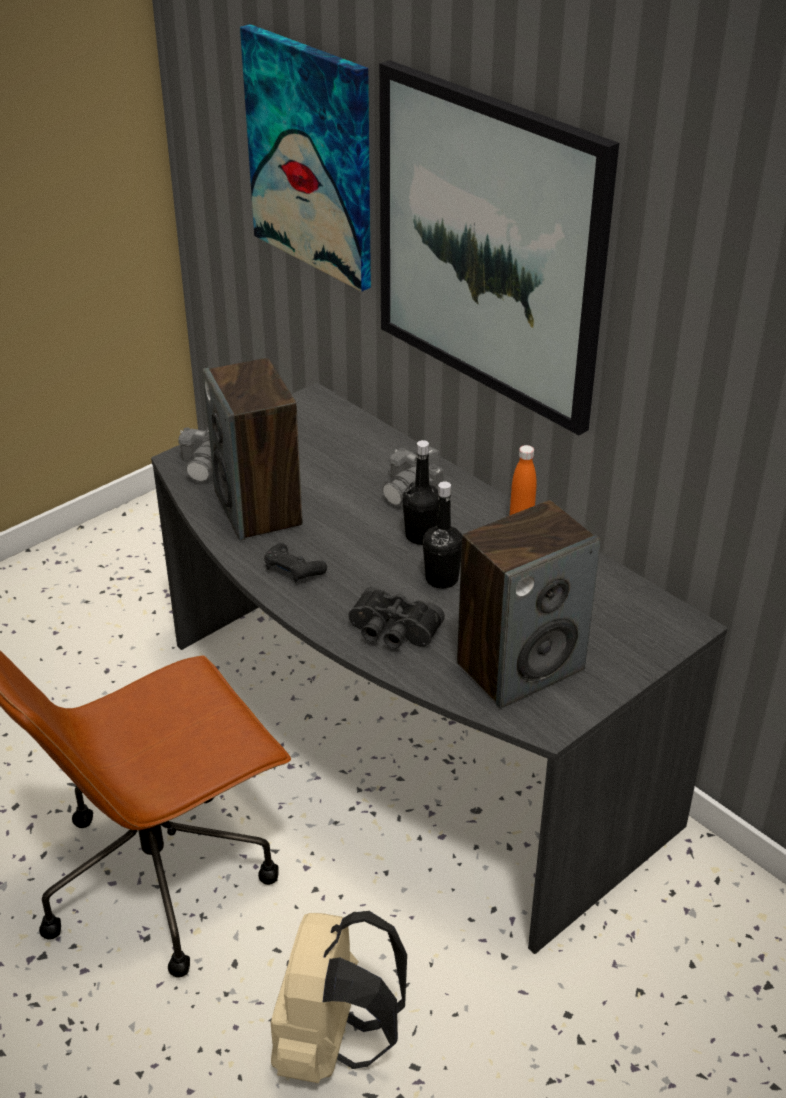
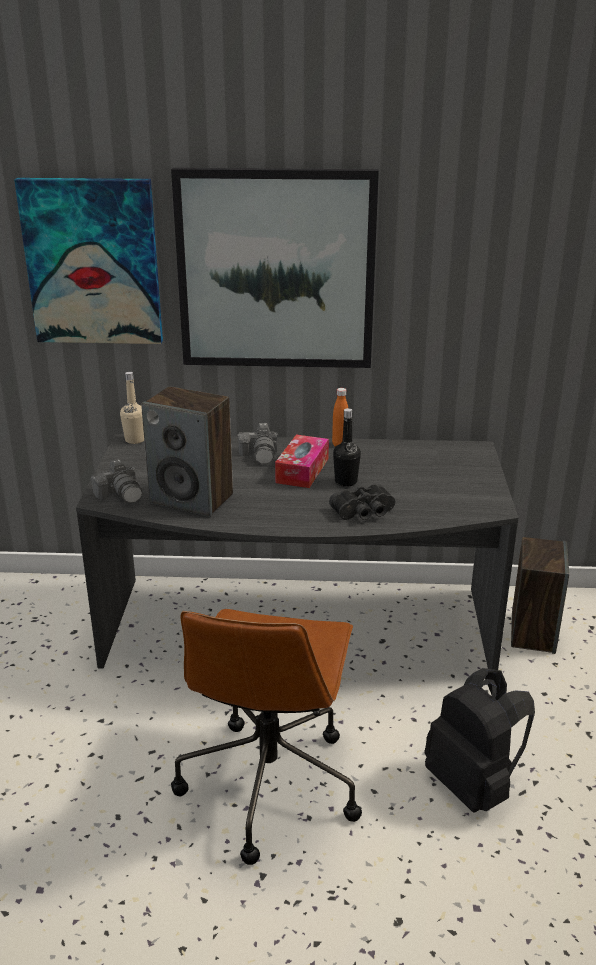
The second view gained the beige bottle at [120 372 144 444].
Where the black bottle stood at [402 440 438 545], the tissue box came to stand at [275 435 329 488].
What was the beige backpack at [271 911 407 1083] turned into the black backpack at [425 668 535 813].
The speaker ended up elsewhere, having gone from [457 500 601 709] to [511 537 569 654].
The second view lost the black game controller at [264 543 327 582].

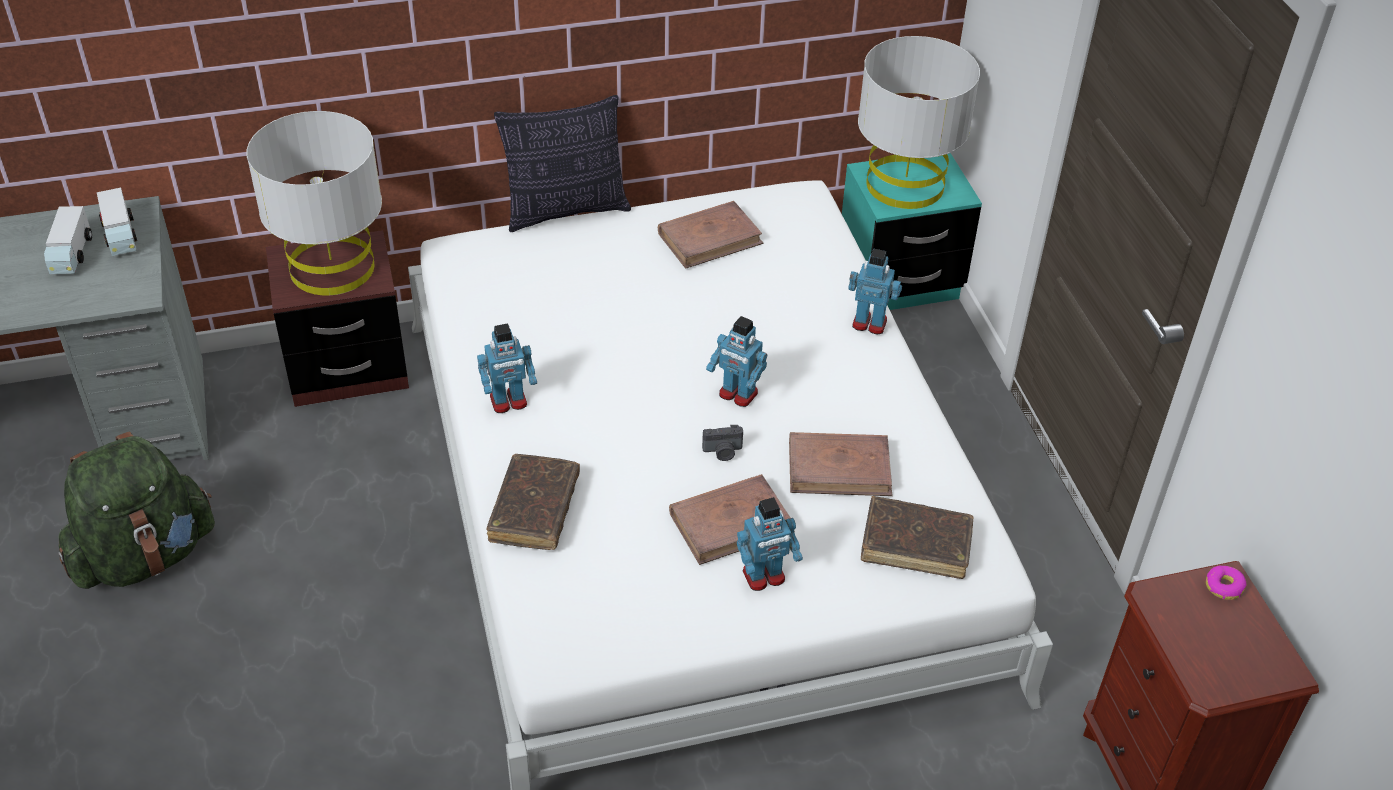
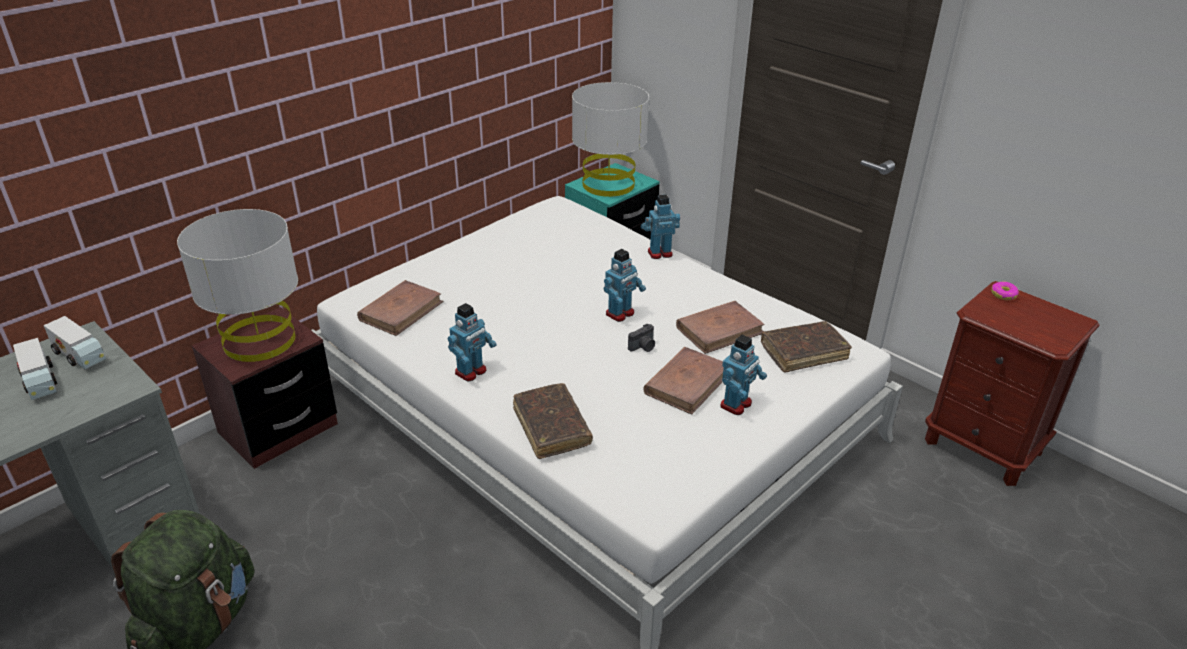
The brown book ended up elsewhere, having gone from [658 201 763 269] to [357 280 443 336].
The toy robot at [706 316 767 407] ended up facing another way, 45 degrees counterclockwise from before.
The second view lost the pillow at [494 95 631 232].

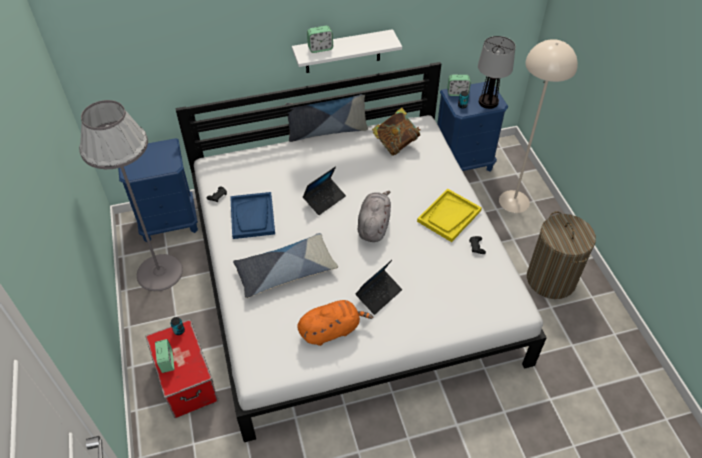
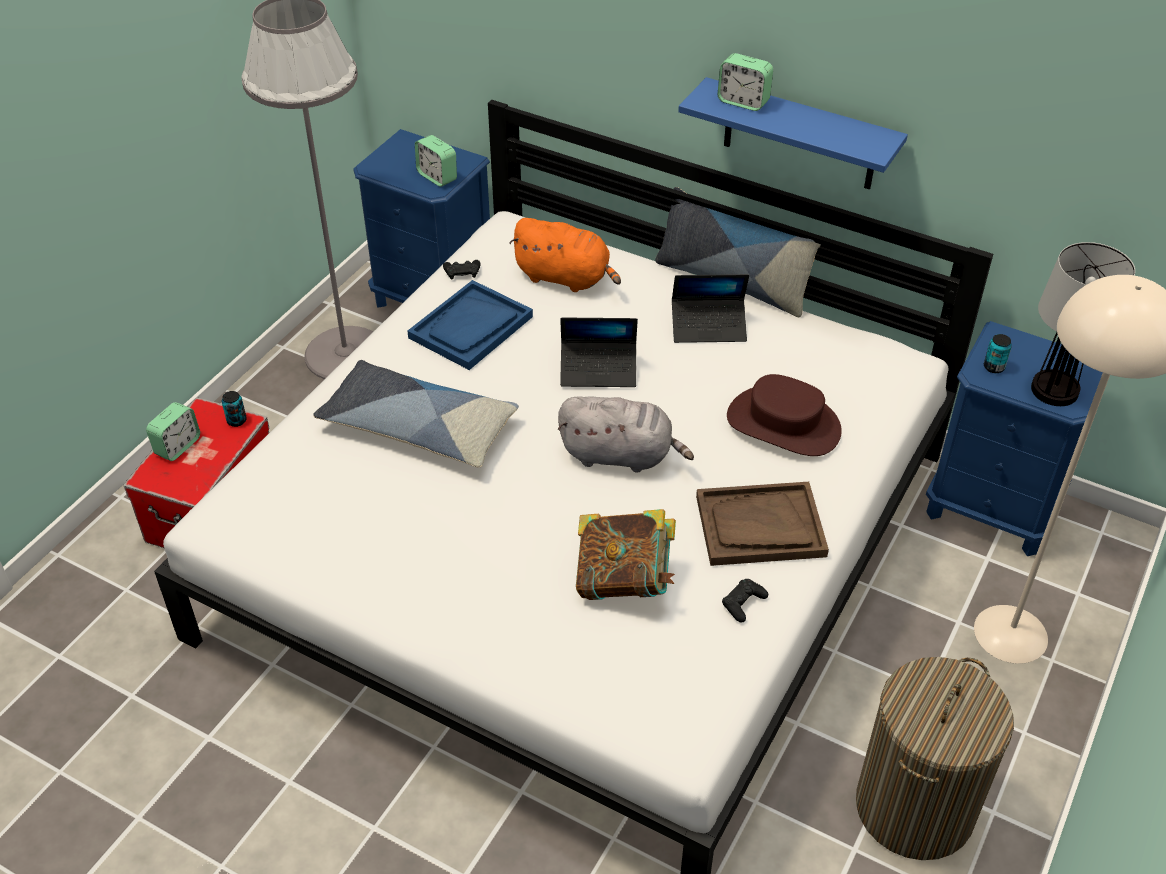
The alarm clock ended up elsewhere, having gone from [447 75 471 96] to [415 135 457 187].
The orange plush toy ended up elsewhere, having gone from [297 300 373 346] to [509 218 621 292].
The grey plush toy at [358 191 391 242] ended up facing another way, 45 degrees clockwise from before.
The book ended up elsewhere, having gone from [372 108 421 156] to [576 509 676 600].
The laptop ended up elsewhere, having gone from [355 260 402 315] to [672 274 749 343].
What was the white shelf at [292 29 402 73] turned into the blue shelf at [678 77 908 190].
What was the yellow tray at [417 189 482 242] turned into the brown tray at [696 482 829 566].
The second view gained the brown hat at [727 374 842 456].

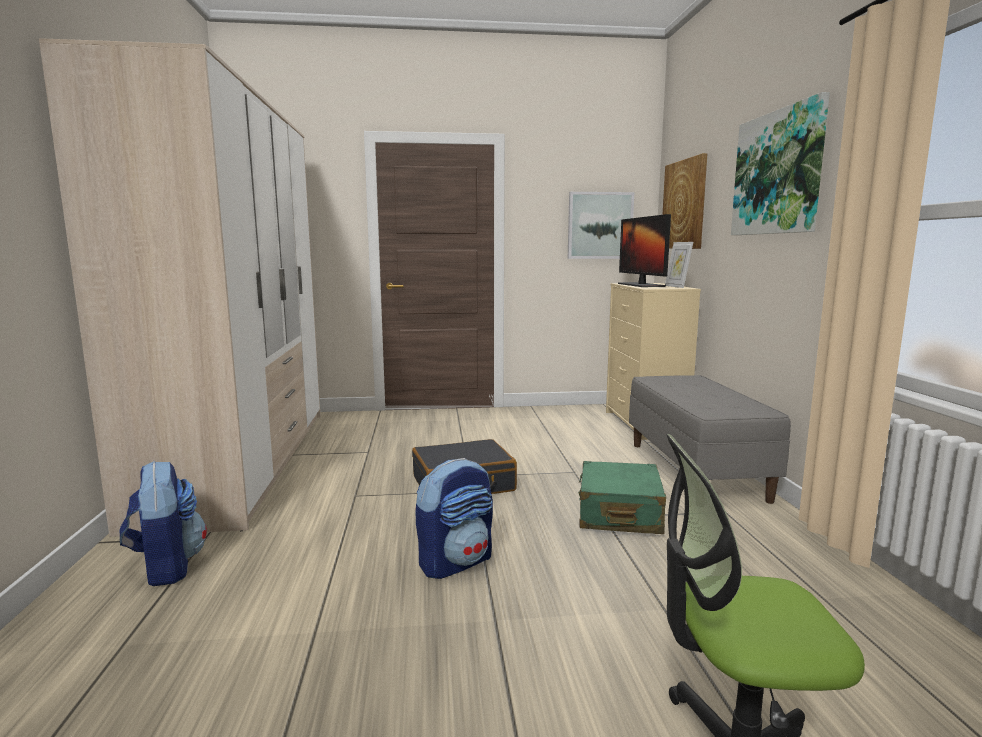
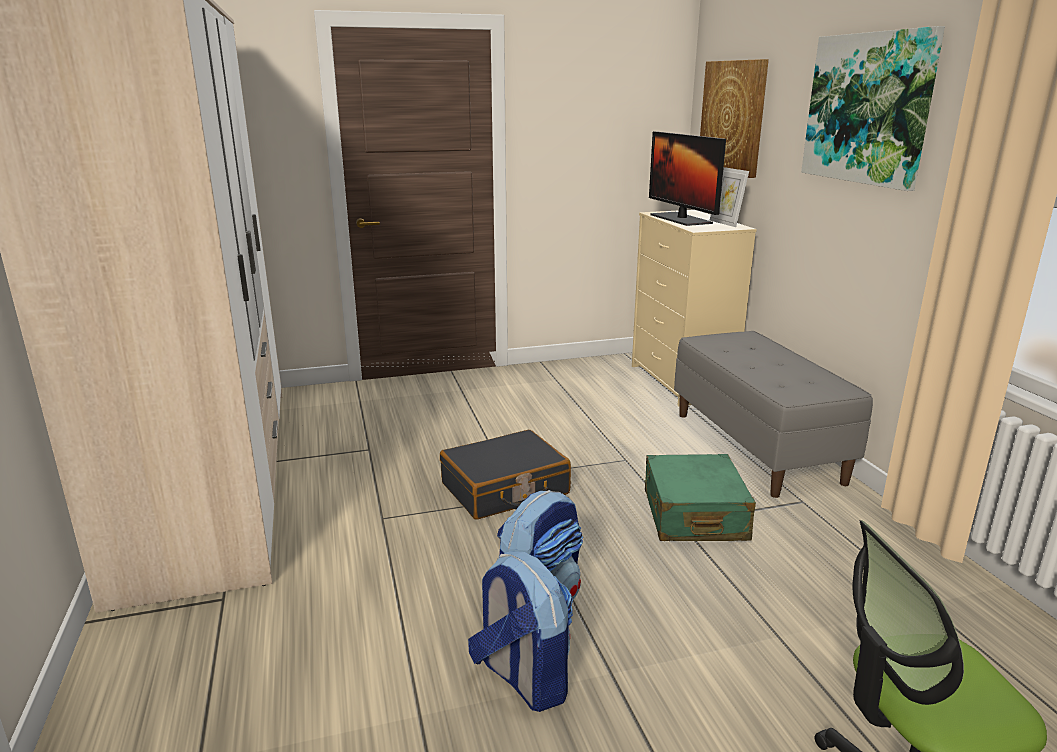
The backpack ended up elsewhere, having gone from [120 461 207 586] to [468 551 573 712].
The second view lost the picture at [568 192 634 259].

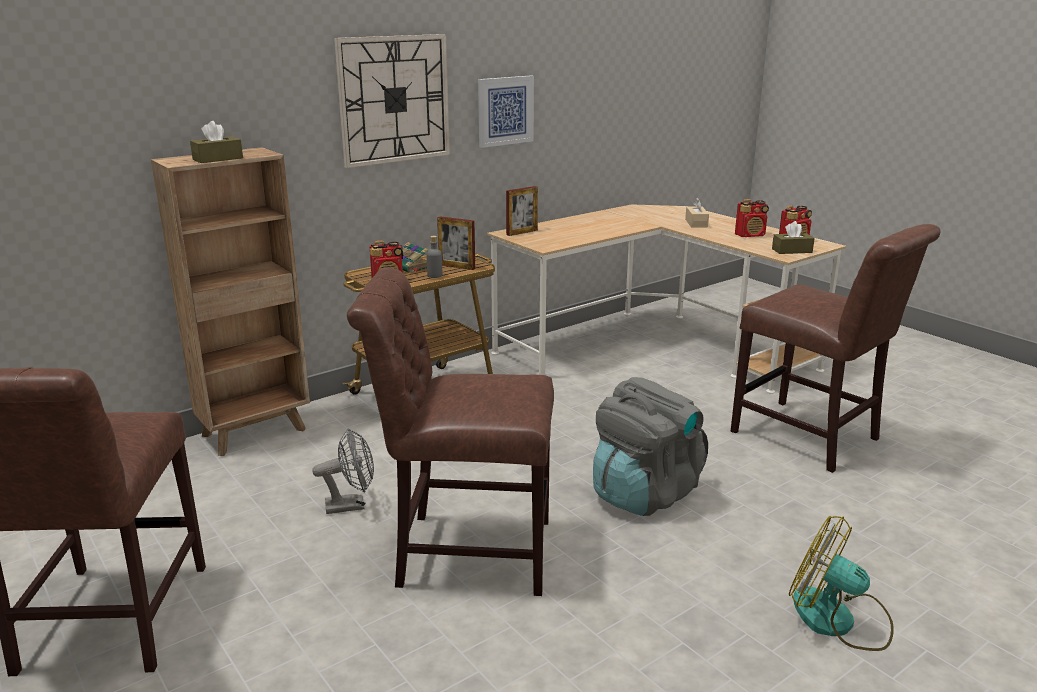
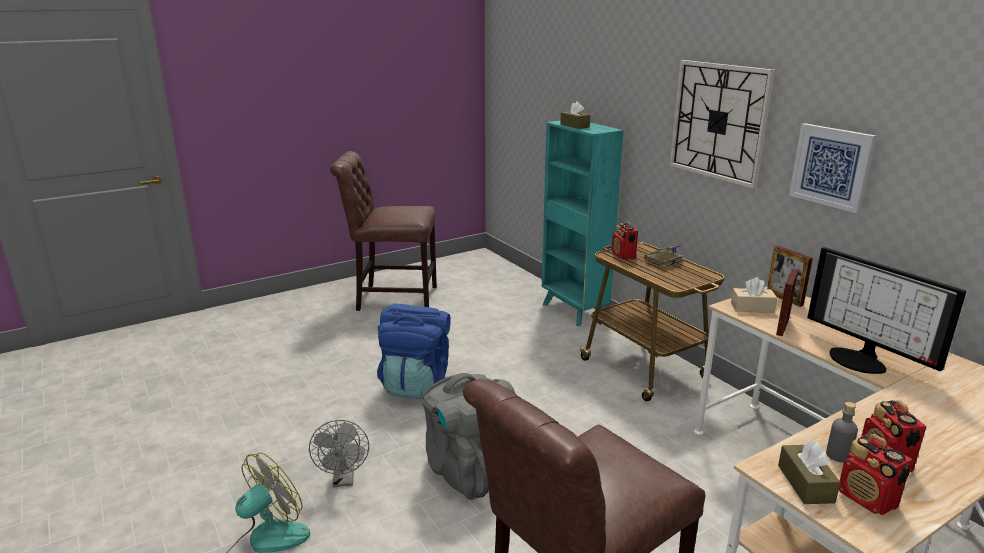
The grey fan ended up elsewhere, having gone from [312 428 374 514] to [309 420 369 487].
Where the brown chair stood at [347 267 554 596], the blue backpack came to stand at [377 304 451 399].
What was the brown bookcase at [151 147 310 456] turned into the turquoise bookcase at [542 121 624 326].
The beige tissue box ended up elsewhere, having gone from [685 197 709 228] to [731 277 777 313].
The picture frame ended up elsewhere, having gone from [437 216 475 270] to [776 269 798 336].
The second view gained the monitor at [807 247 966 374].
The grey bottle ended up elsewhere, having gone from [426 236 442 278] to [826 402 858 463].

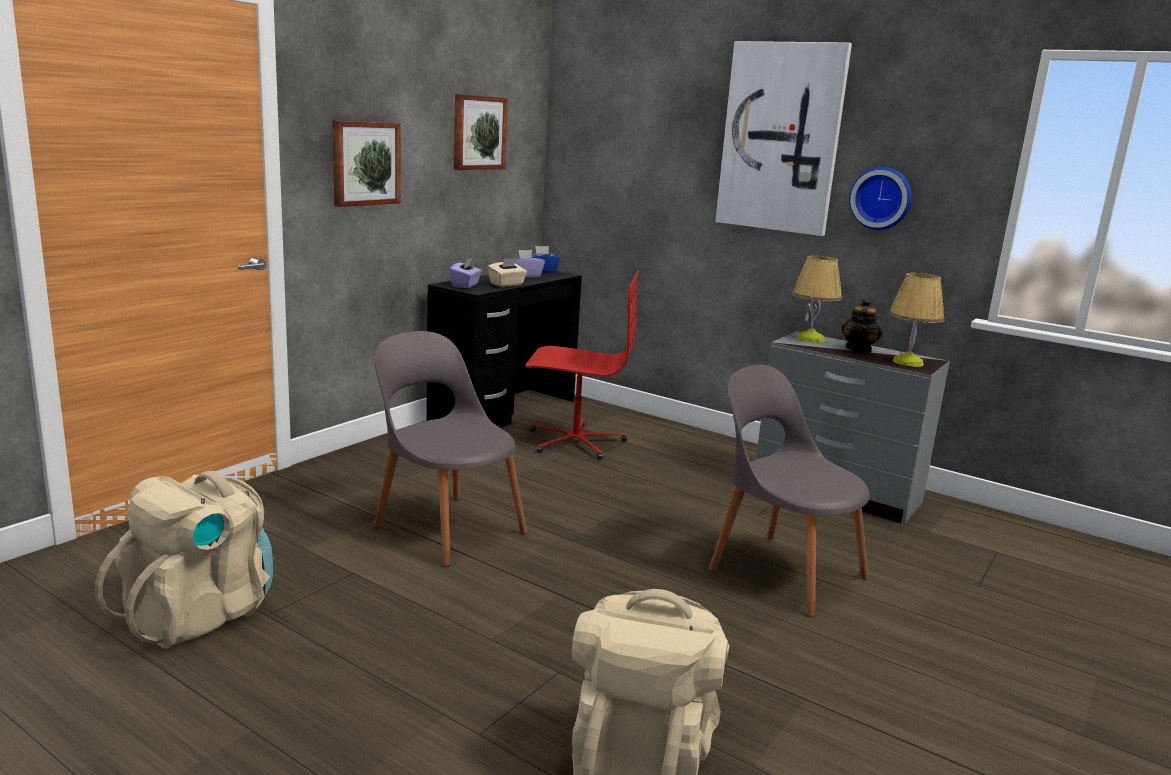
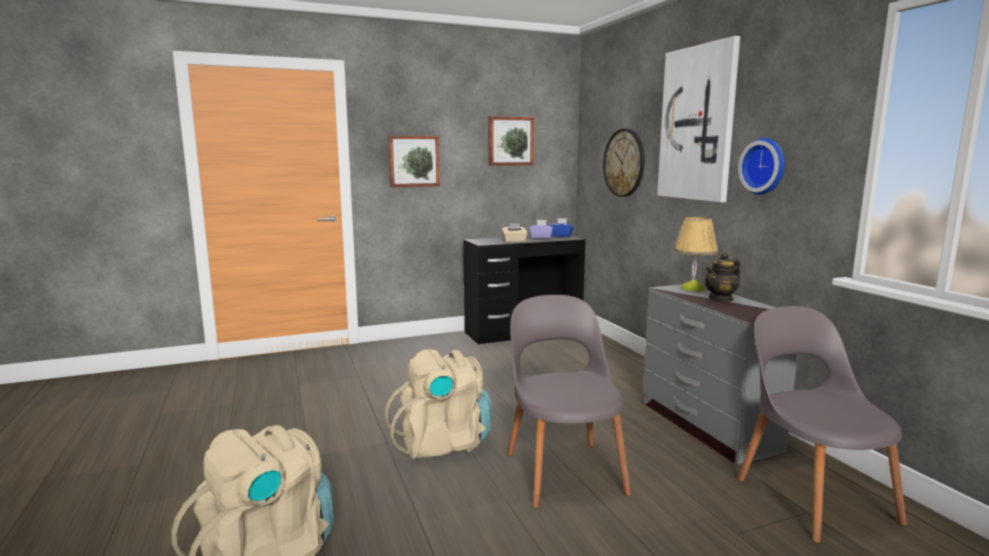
The beige backpack ended up elsewhere, having gone from [95 471 273 649] to [385 349 492 460].
The second view gained the wall clock at [603 129 645 197].
The grey chair ended up elsewhere, having gone from [374 331 527 567] to [737 306 907 543].
The second view lost the purple tissue box at [450 257 482 288].
The second view lost the red office chair at [525 270 639 460].
The second view lost the table lamp at [889 273 944 367].

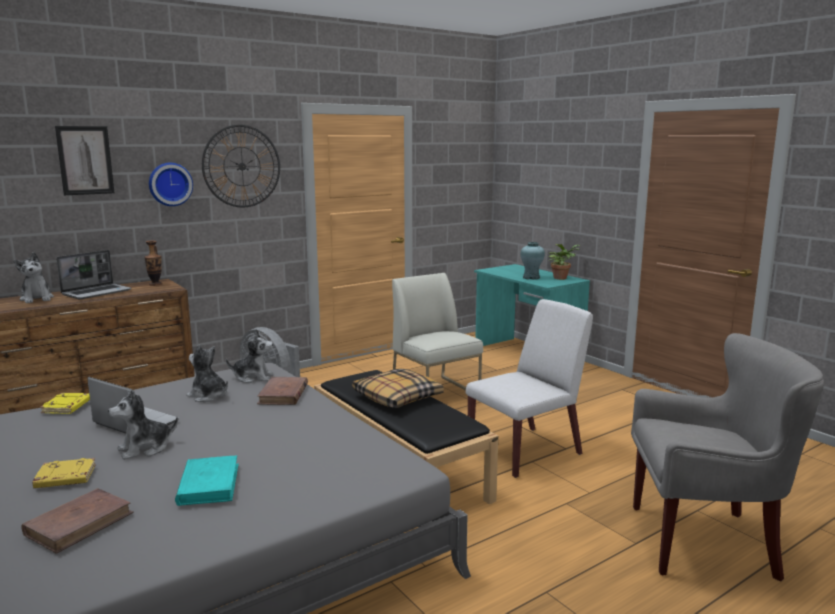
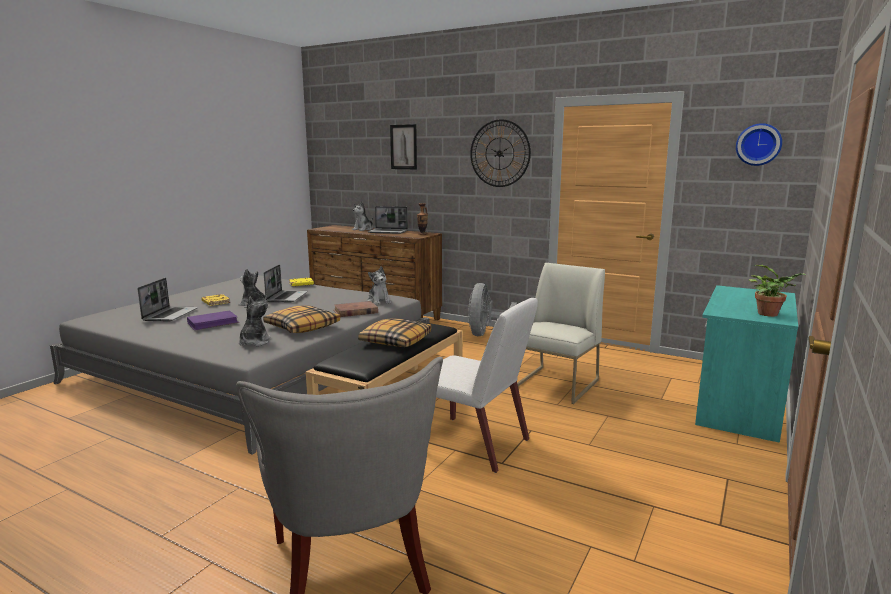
Where the brown book stood at [21 488 134 554], the laptop came to stand at [138 278 198 321].
What was the turquoise book at [175 456 239 506] turned into the purple book at [187 310 239 330].
The plush toy ended up elsewhere, having gone from [187 344 228 402] to [239 297 271 346].
The second view gained the pillow at [263 305 340 333].
The wall clock ended up elsewhere, having gone from [149 163 193 206] to [736 123 782 166].
The second view lost the turquoise vase at [521 242 545 280].

